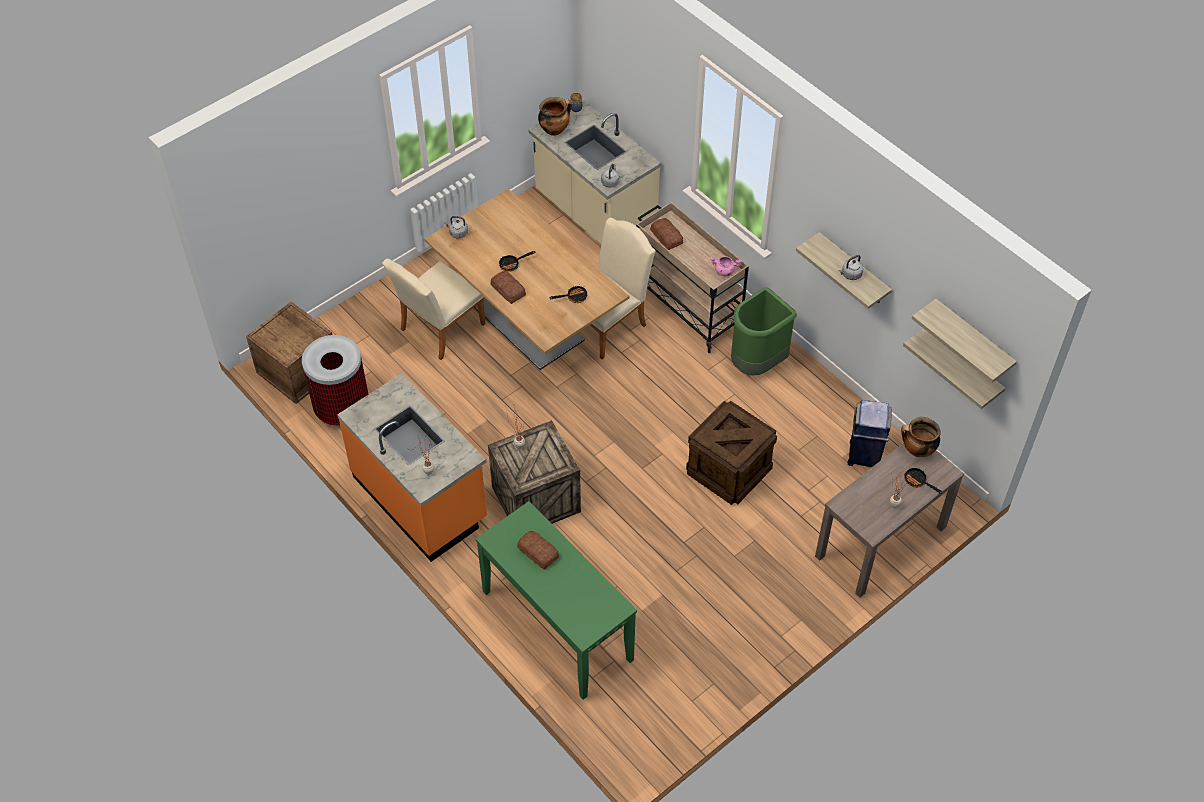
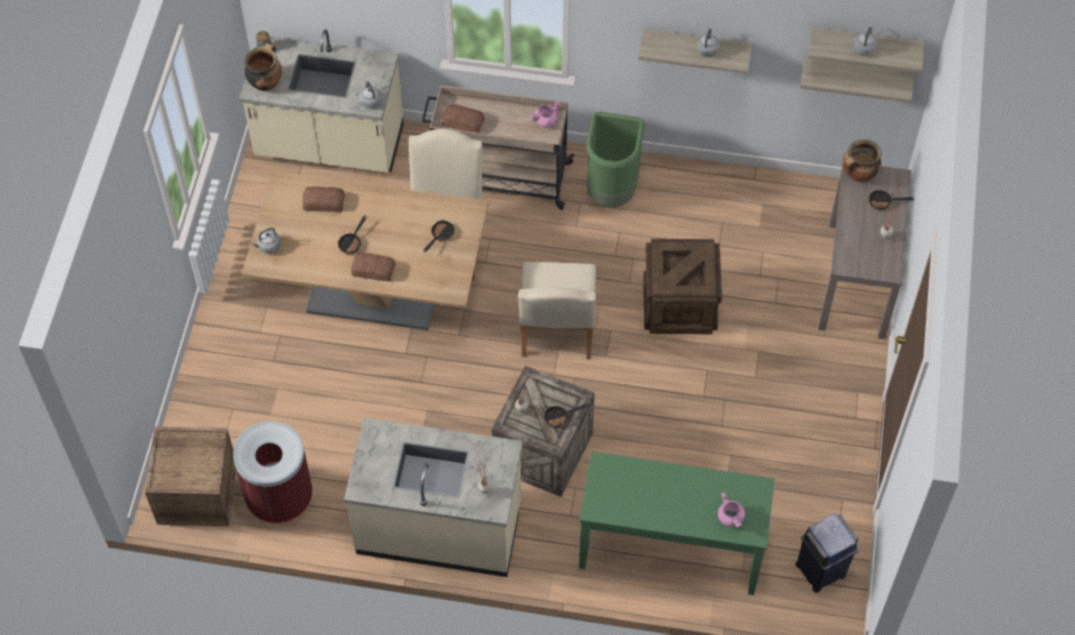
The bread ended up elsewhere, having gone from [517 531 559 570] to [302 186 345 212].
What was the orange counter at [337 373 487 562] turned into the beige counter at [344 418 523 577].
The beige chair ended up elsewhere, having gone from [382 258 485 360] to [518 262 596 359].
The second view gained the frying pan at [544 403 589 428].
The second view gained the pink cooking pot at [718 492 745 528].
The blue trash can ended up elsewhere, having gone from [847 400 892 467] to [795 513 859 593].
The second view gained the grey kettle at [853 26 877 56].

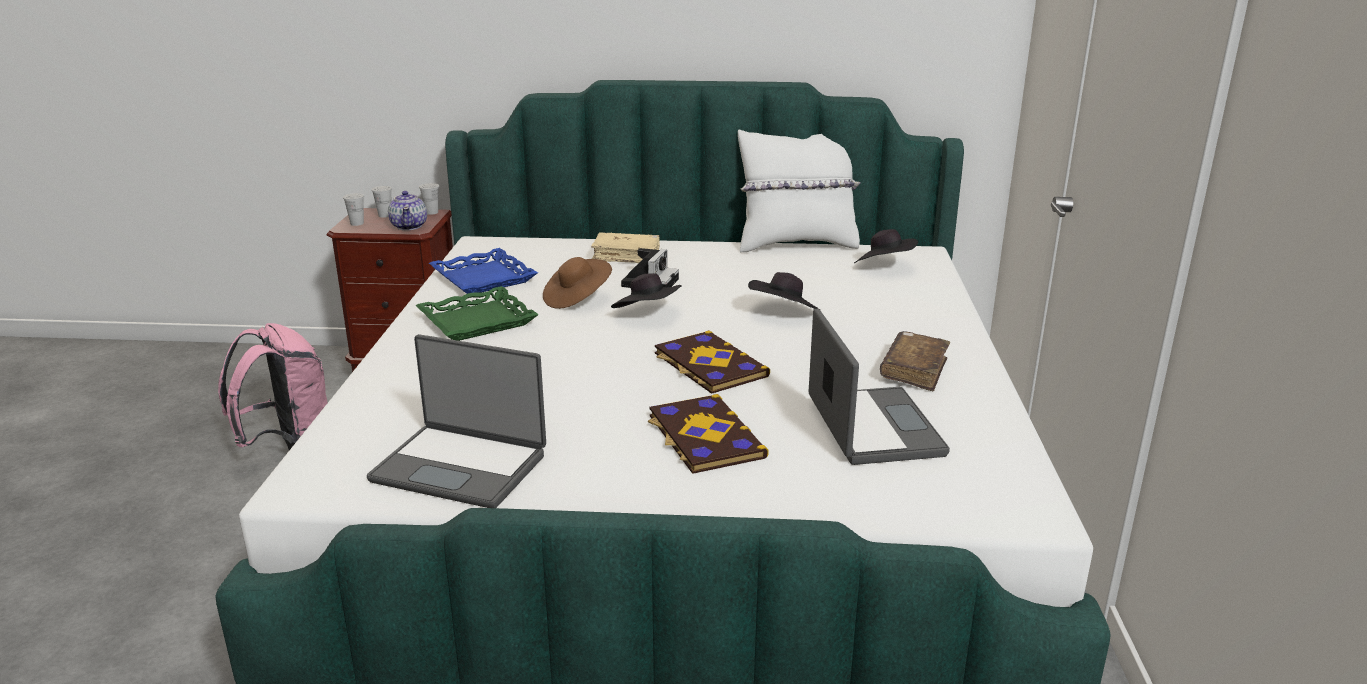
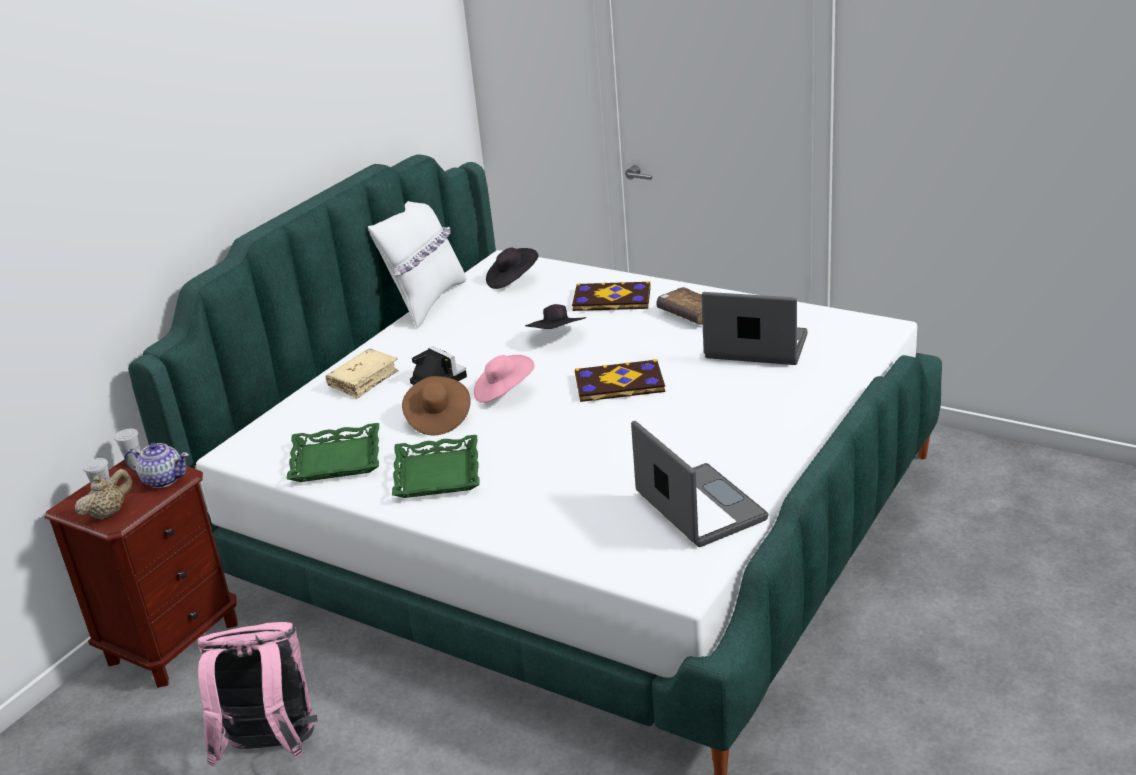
Where the white cup stood at [343 193 364 226], the beige teapot came to stand at [75 469 132 520].
What was the blue tray at [429 248 538 294] turned into the green tray at [287 423 379 482].
What was the black hat at [611 273 682 308] turned into the pink hat at [474 355 535 403].
The book ended up elsewhere, having gone from [648 394 769 474] to [572 281 651 311].
The laptop at [367 334 546 508] ended up facing another way, 75 degrees counterclockwise from before.

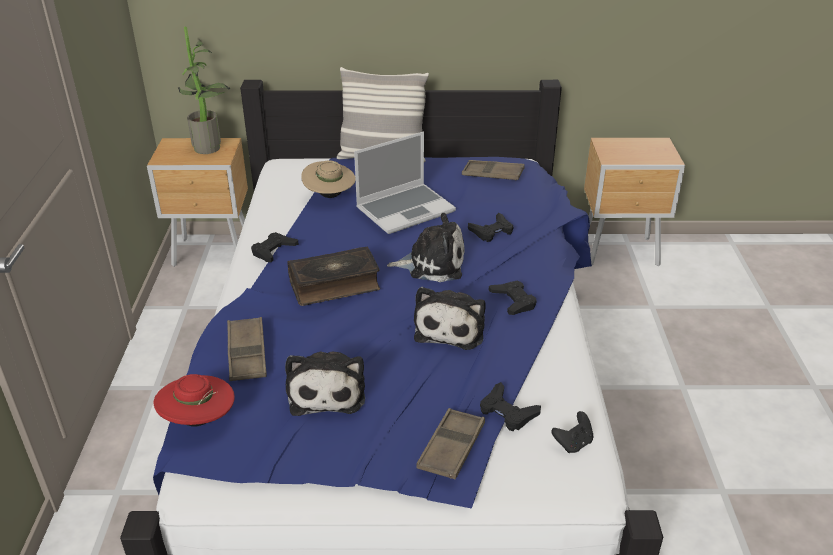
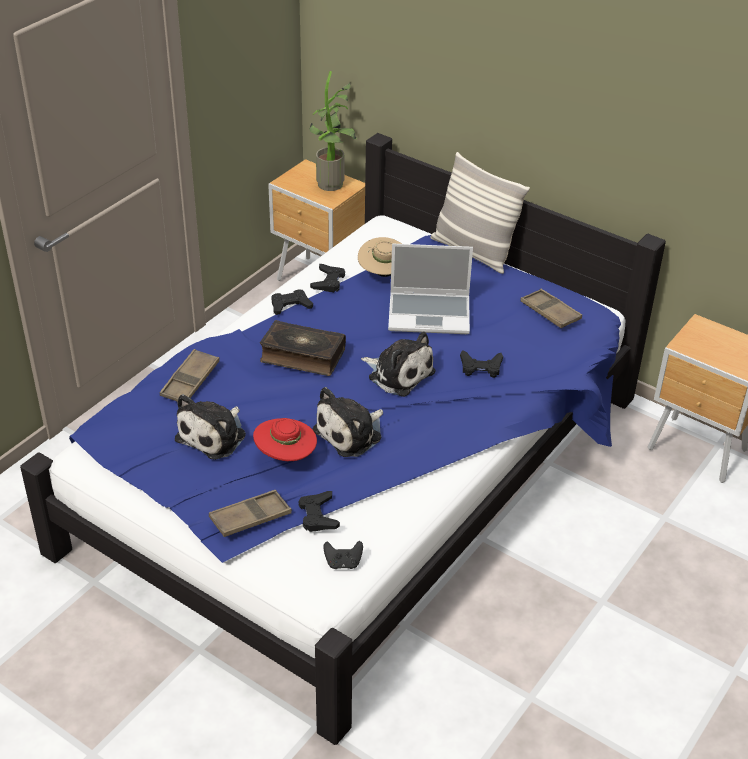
The red hat ended up elsewhere, having gone from [154 374 235 426] to [253 418 317 461].
The black game controller ended up elsewhere, having gone from [489 280 537 315] to [310 264 345 292].

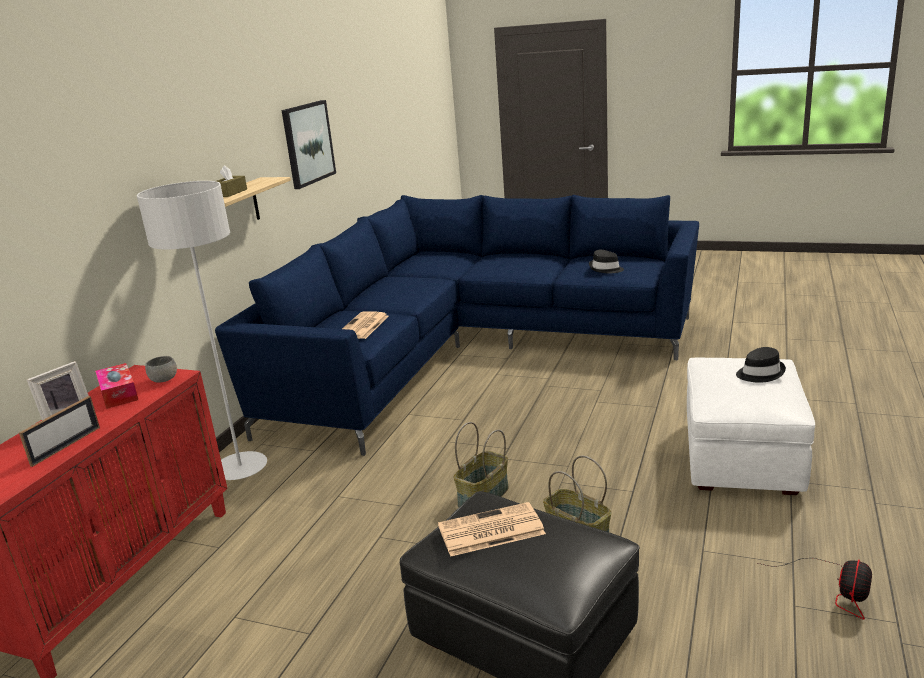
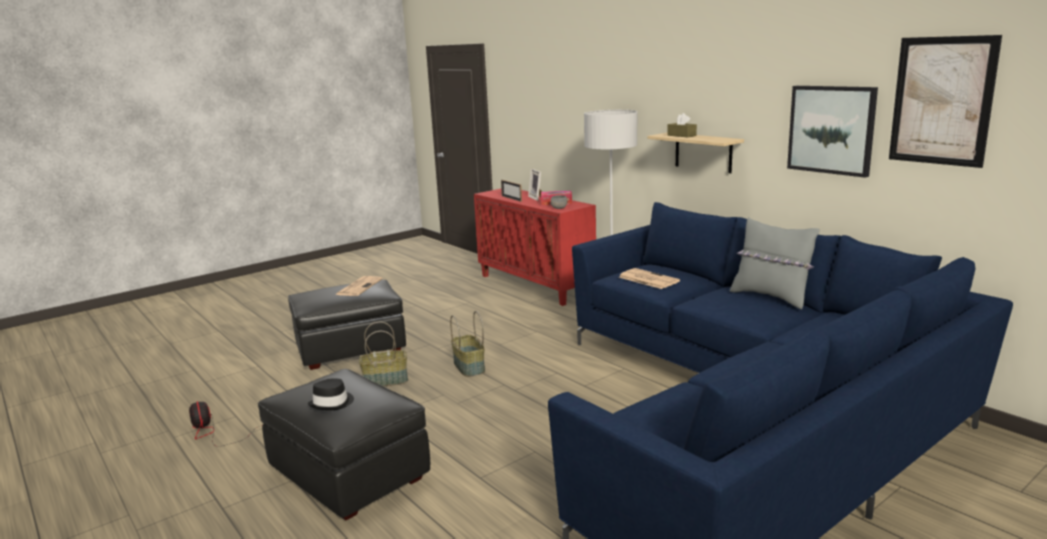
What was the white ottoman at [687 358 815 495] turned into the black ottoman at [258 369 430 521].
The second view gained the grey pillow at [730 217 820 309].
The second view gained the picture at [889 35 1002 168].
The second view lost the black hat at [589 250 624 274].

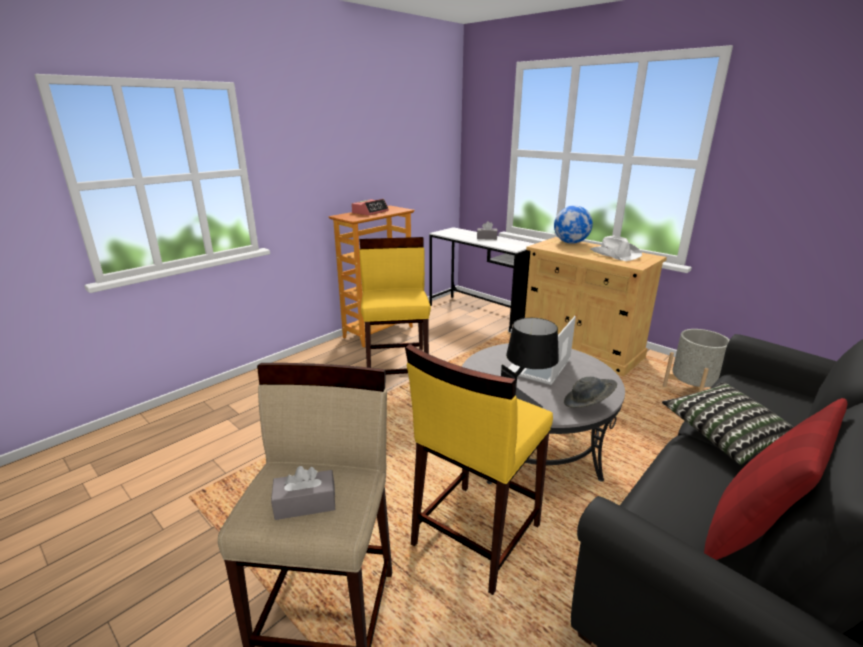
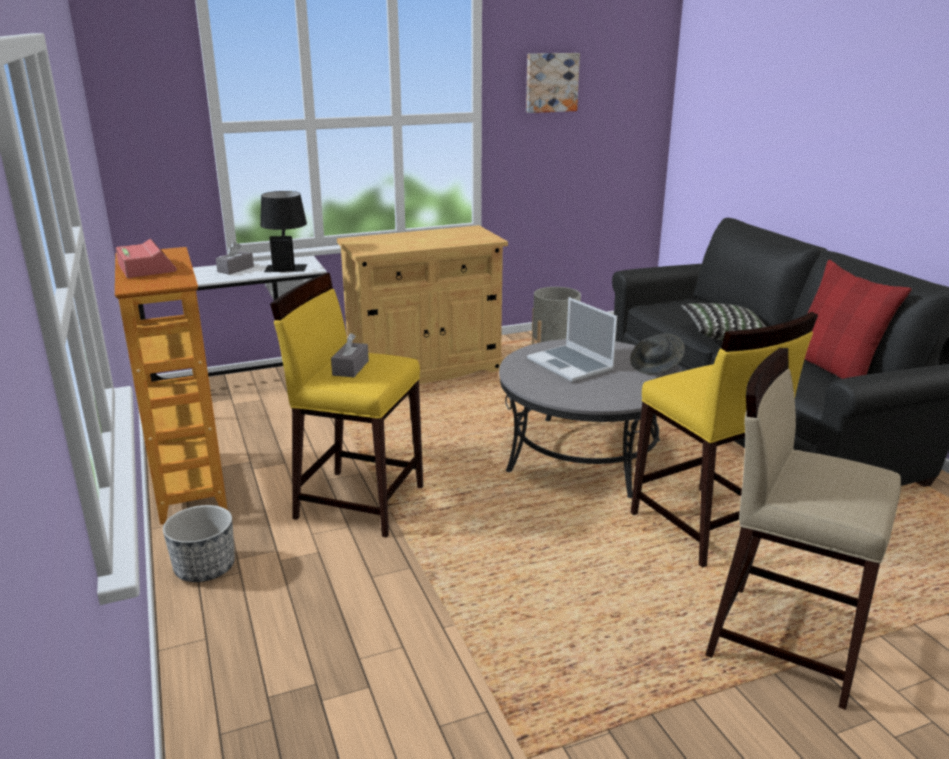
The second view gained the planter at [163 505 235 582].
The black table lamp ended up elsewhere, having gone from [501 318 559 408] to [260 191 307 272].
The grey tissue box ended up elsewhere, having gone from [271 466 335 520] to [331 333 369 377].
The second view gained the picture at [526 53 580 113].
The second view lost the globe at [554 205 593 244].
The second view lost the white hat at [590 236 642 261].

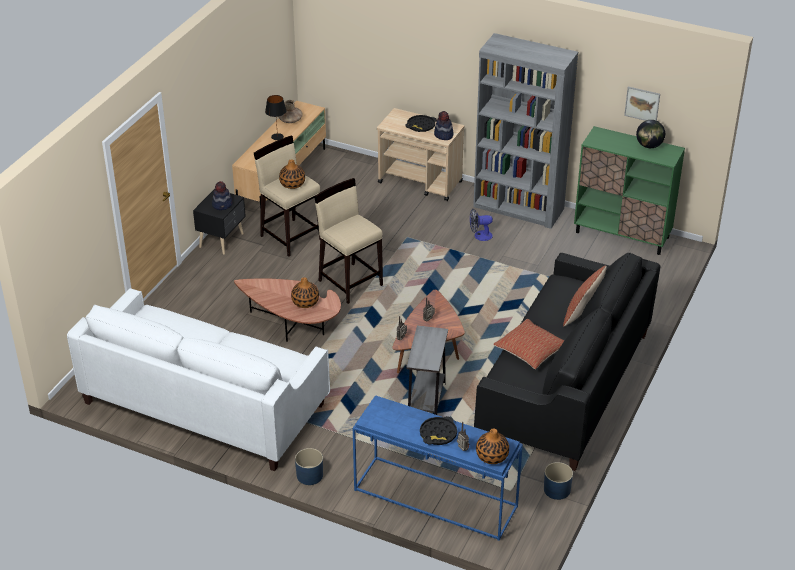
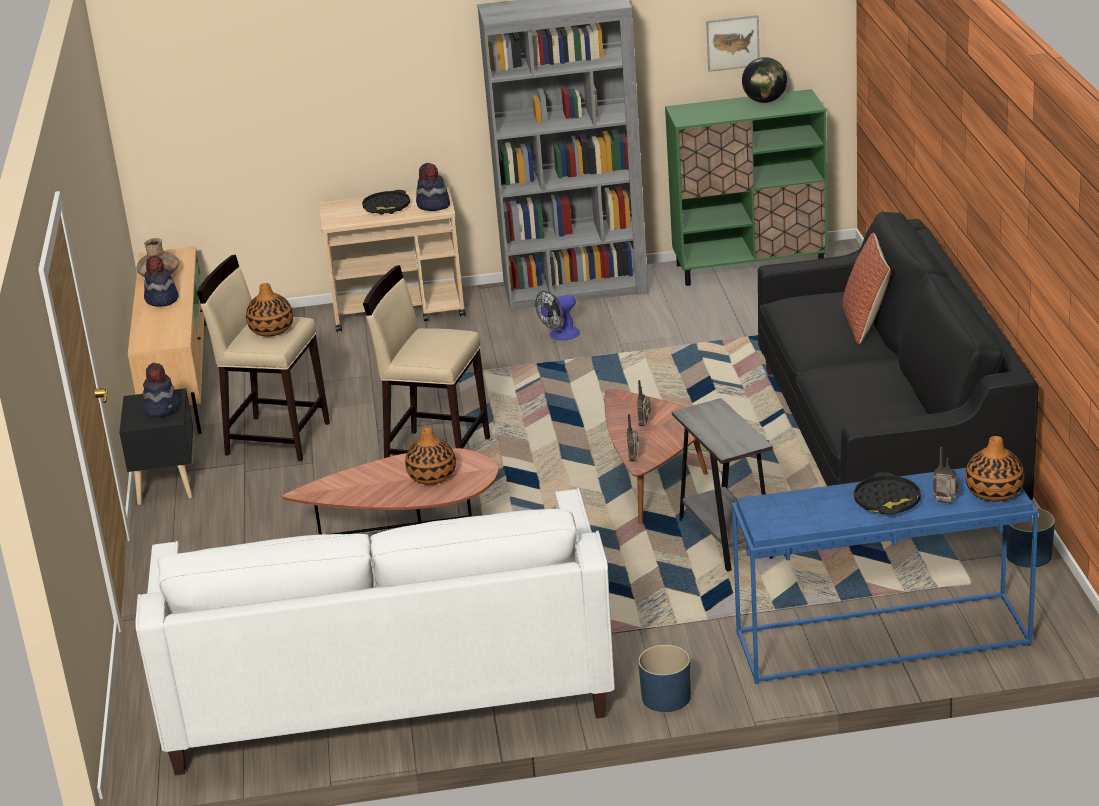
Where the black table lamp stood at [265 95 287 140], the hat came to stand at [144 256 179 306].
The second view lost the pillow at [493 319 565 369].

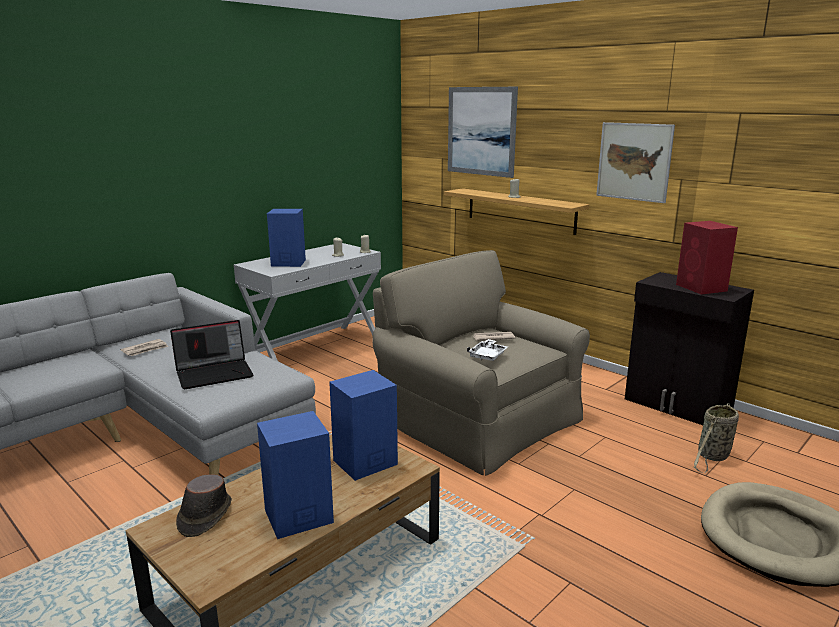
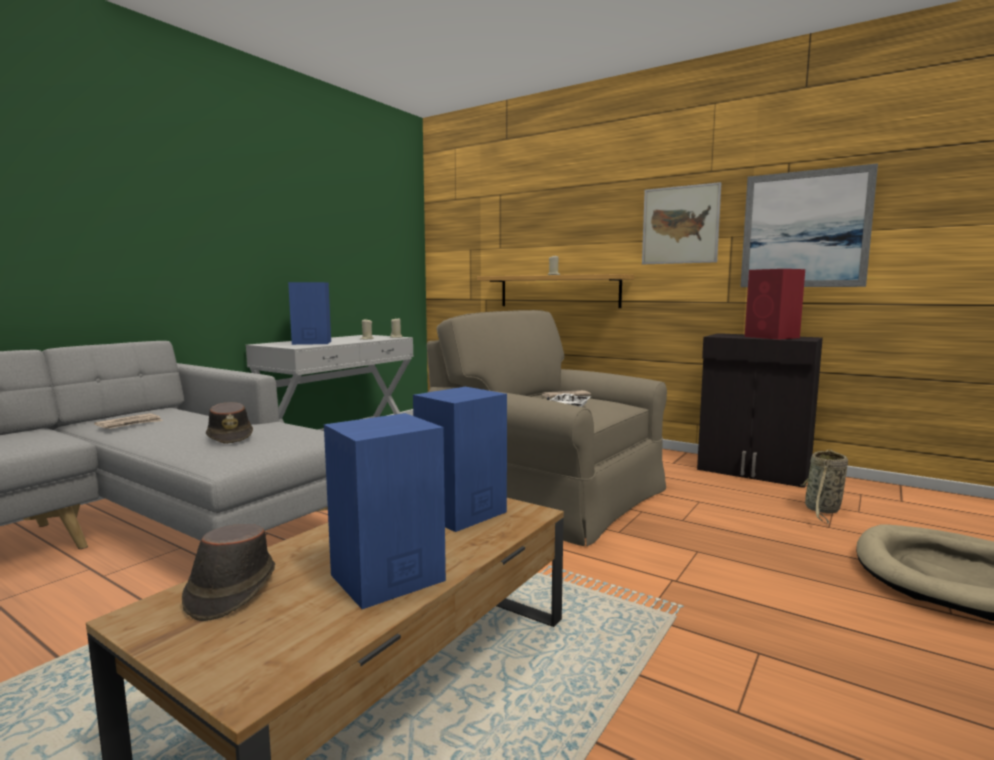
Where the laptop stood at [170 320 254 389], the brown hat came to stand at [206 402 253 444].
The picture ended up elsewhere, having gone from [448 87 518 178] to [740 163 878 287].

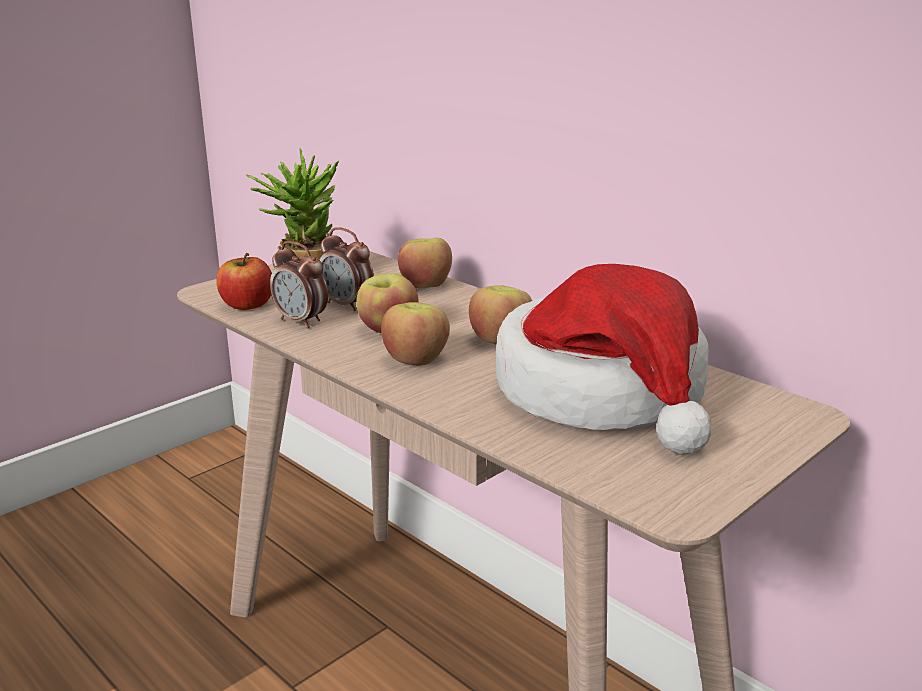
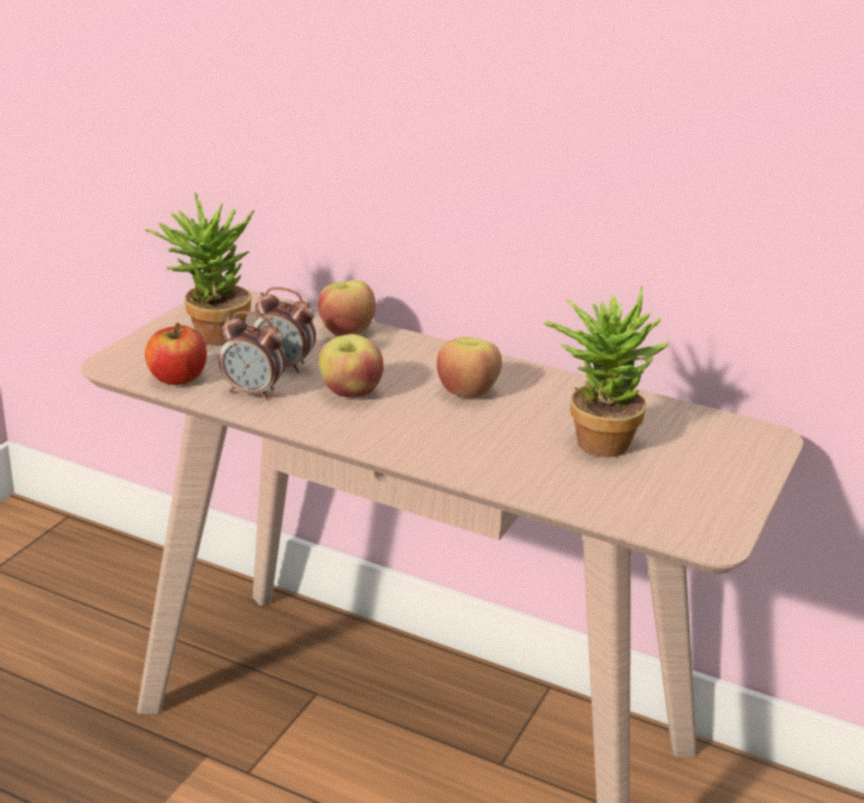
Where the hat stood at [496 264 711 455], the potted plant came to stand at [543 285 669 457].
The second view lost the apple at [381 302 450 366].

